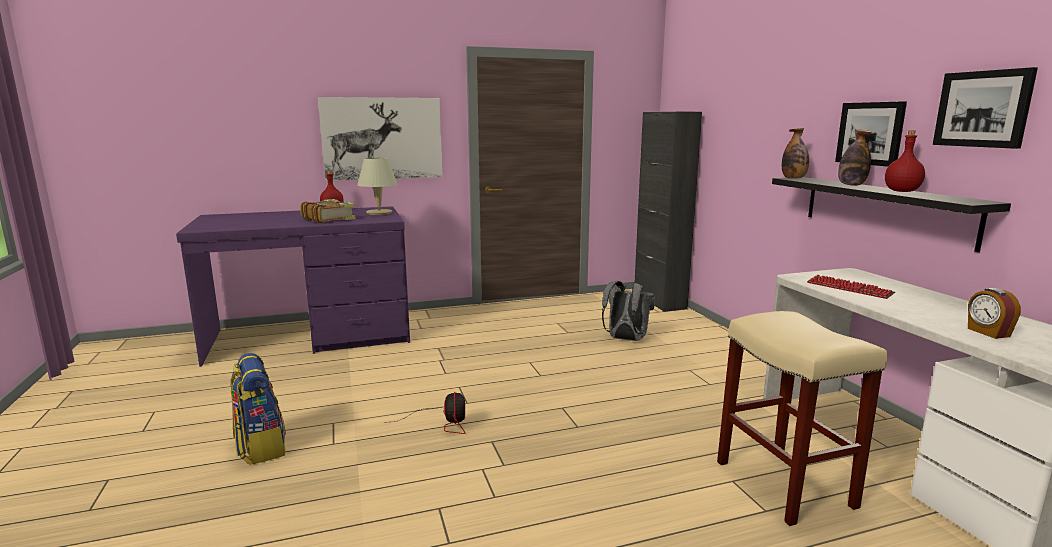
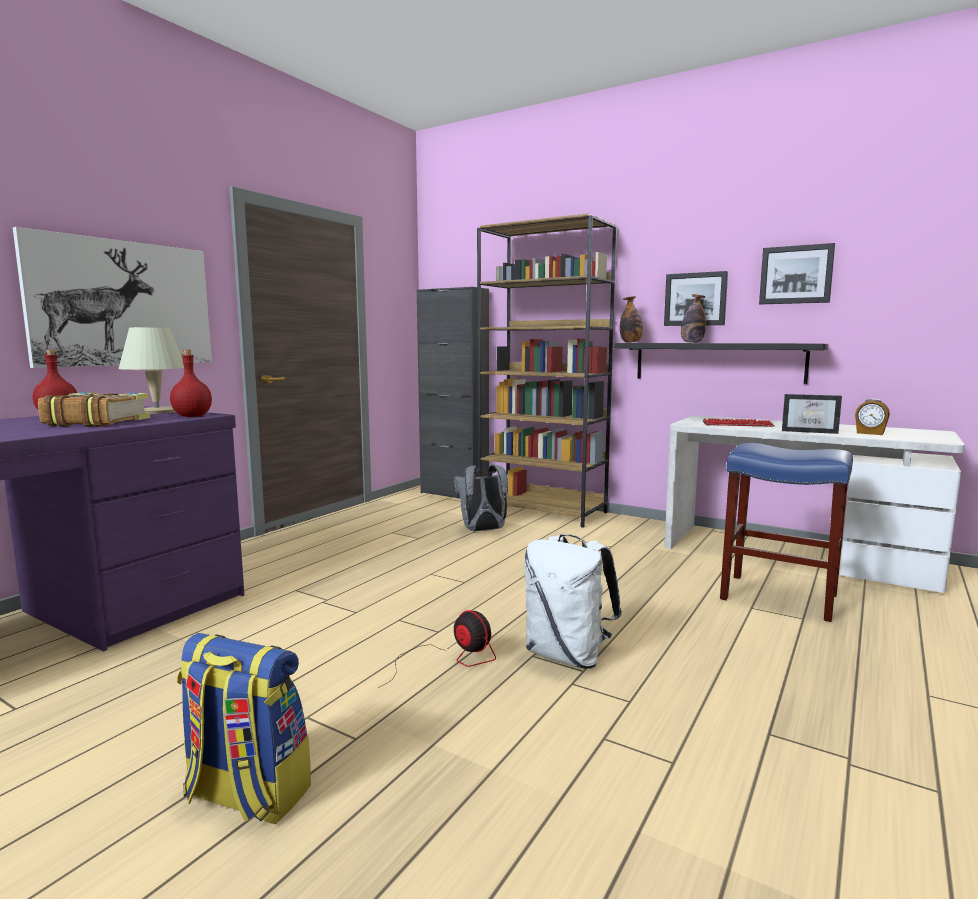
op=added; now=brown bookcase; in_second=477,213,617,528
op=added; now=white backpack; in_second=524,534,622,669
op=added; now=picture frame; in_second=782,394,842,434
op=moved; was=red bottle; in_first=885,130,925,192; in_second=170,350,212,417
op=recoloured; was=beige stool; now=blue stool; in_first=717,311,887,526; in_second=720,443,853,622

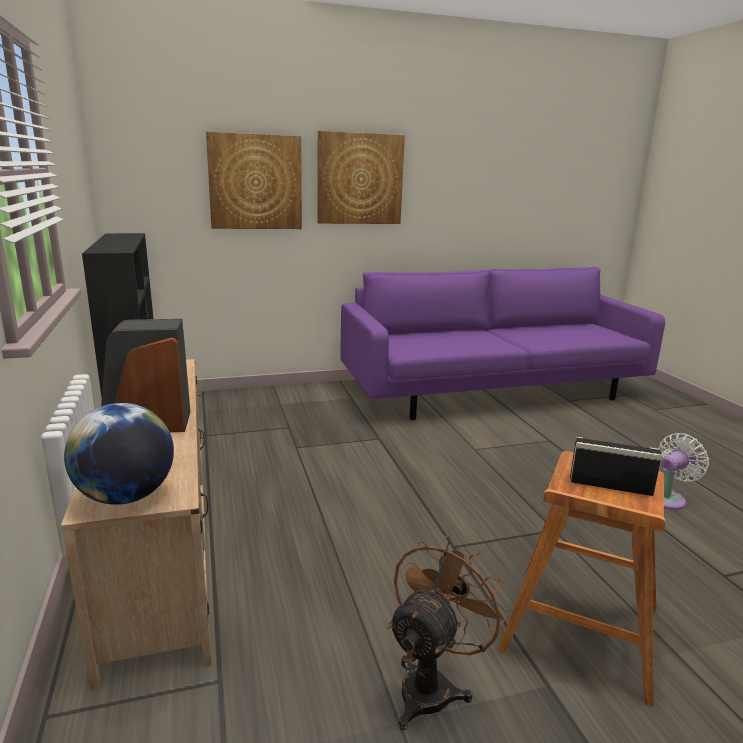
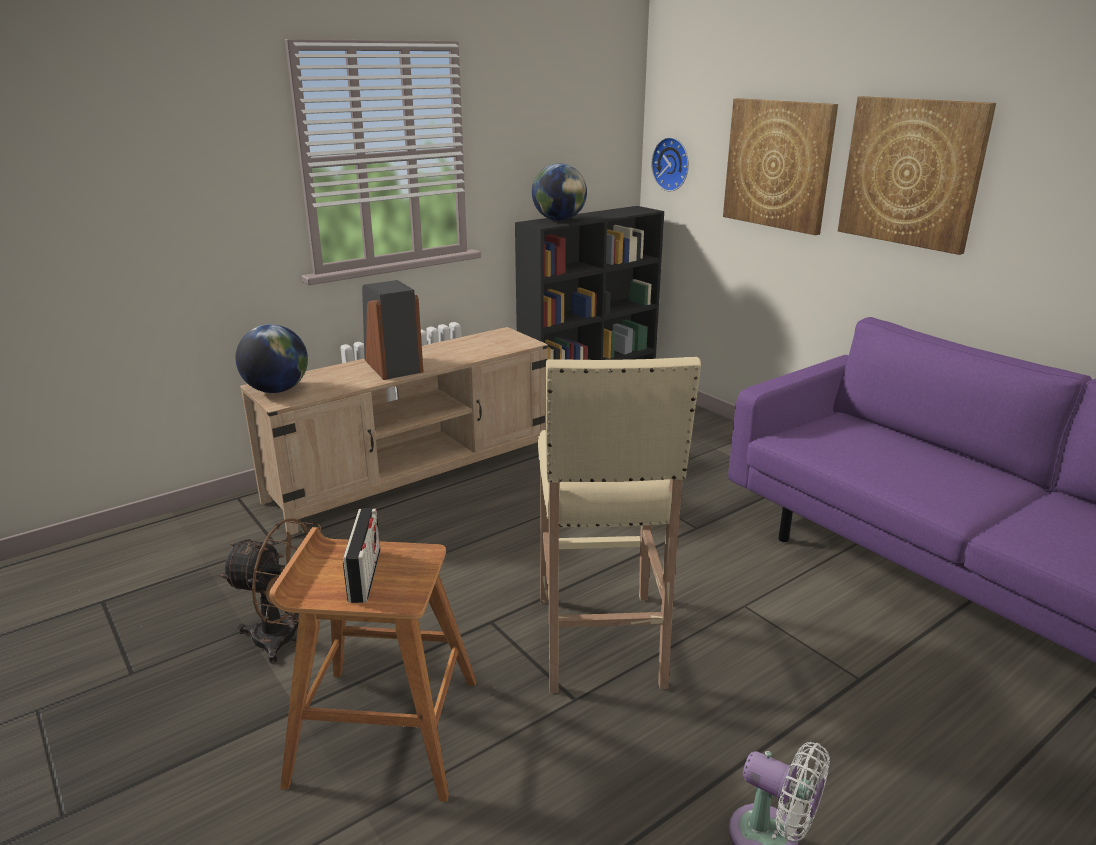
op=added; now=globe; in_second=532,163,587,221
op=added; now=beige stool; in_second=538,357,701,693
op=added; now=wall clock; in_second=651,137,689,191

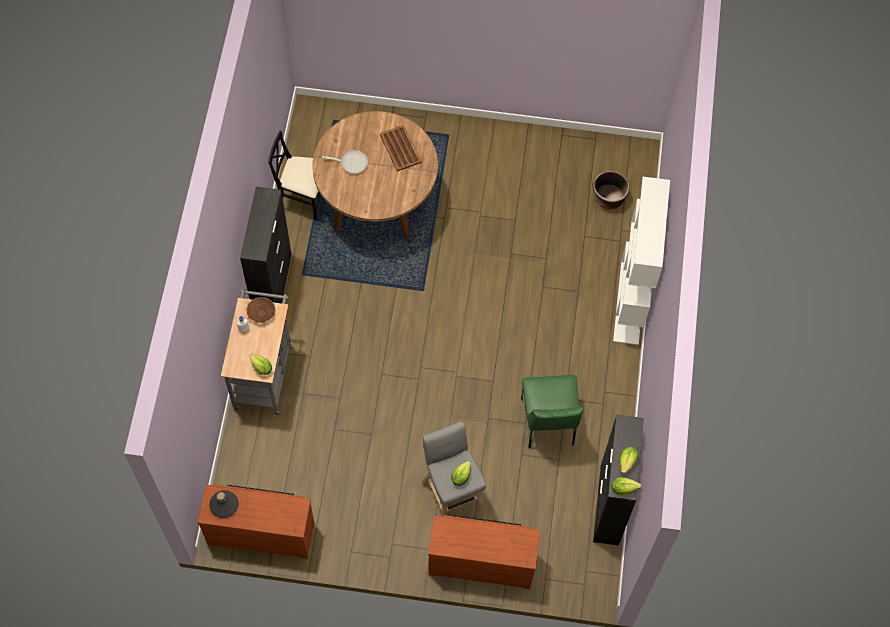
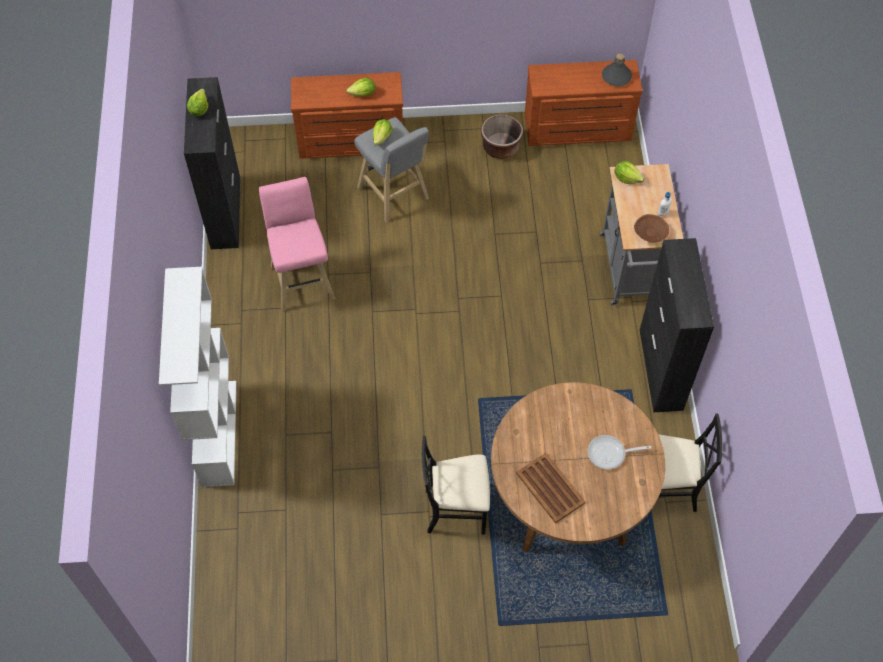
op=added; now=black chair; in_second=422,436,490,535
op=moved; was=brown planter; in_first=592,171,630,209; in_second=481,114,524,159
op=moved; was=lettuce; in_first=612,477,641,496; in_second=346,78,376,97
op=replaced; was=green chair; now=pink stool; in_first=521,375,584,448; in_second=259,177,335,311

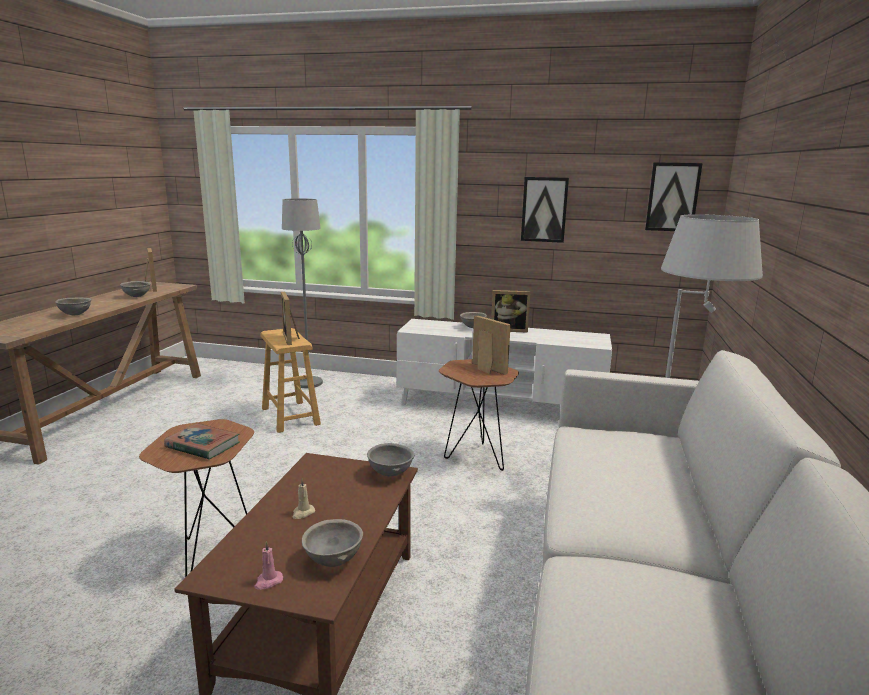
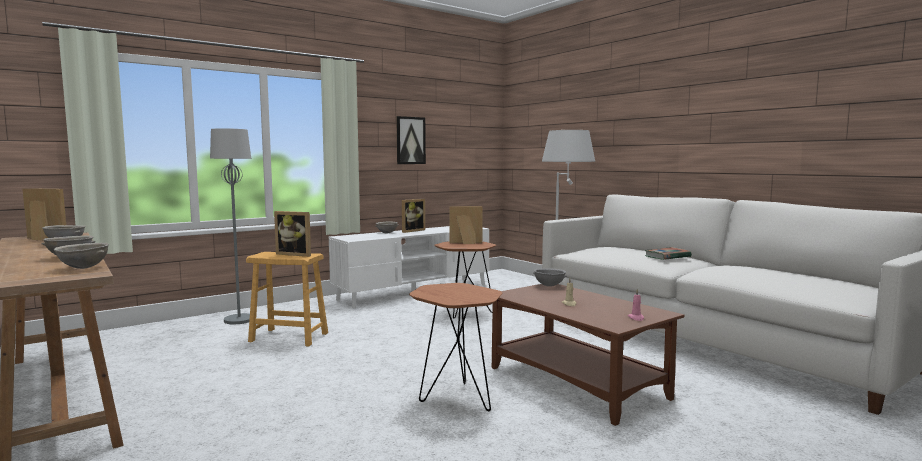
op=removed; was=picture; in_first=645,162,703,231
op=moved; was=book; in_first=164,423,239,460; in_second=645,247,692,260
op=moved; was=grey bowl; in_first=302,519,363,567; in_second=54,243,109,269

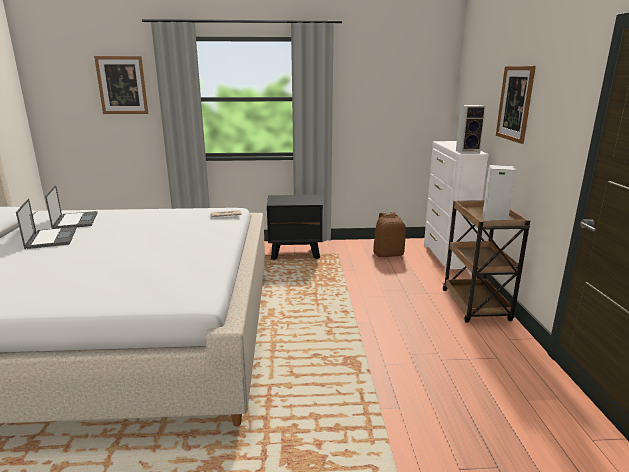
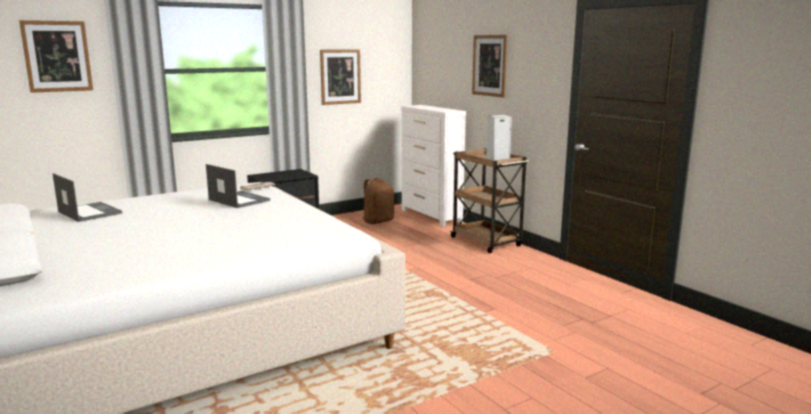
op=removed; was=speaker; in_first=456,105,486,154
op=added; now=picture; in_second=320,49,361,105
op=moved; was=laptop; in_first=16,199,77,249; in_second=206,164,270,208

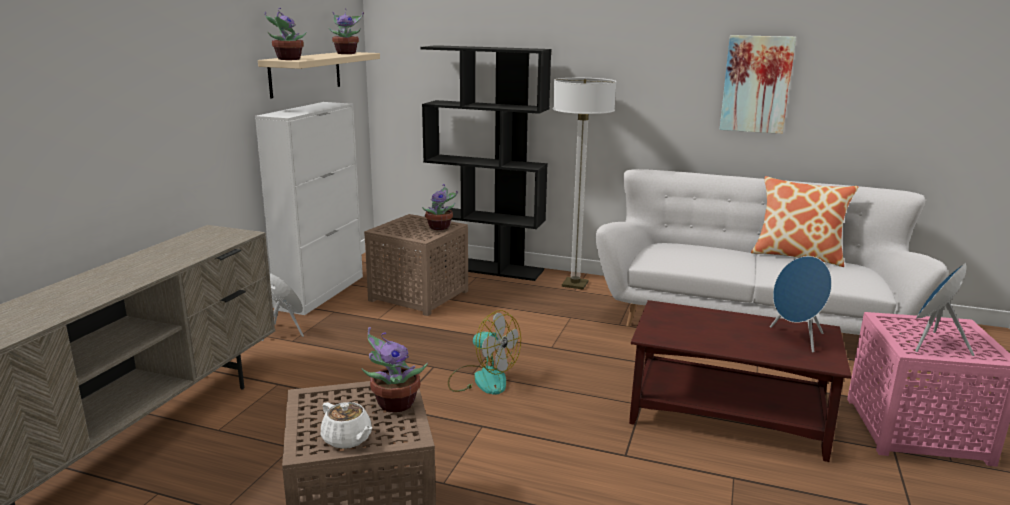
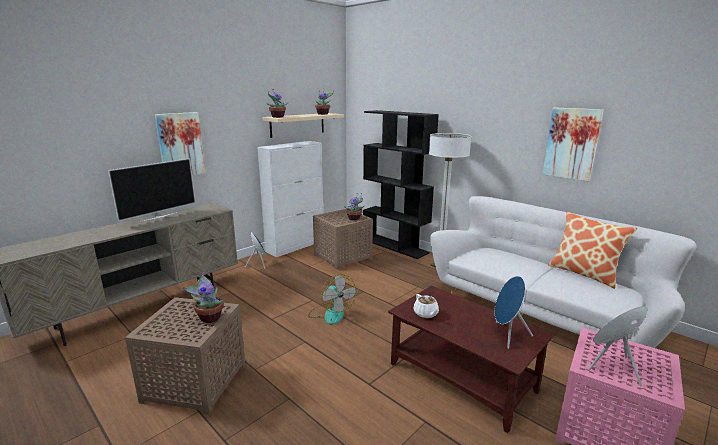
op=added; now=television; in_second=108,158,196,222
op=added; now=picture; in_second=155,112,205,175
op=moved; was=white teapot; in_first=321,402,372,449; in_second=413,294,439,318

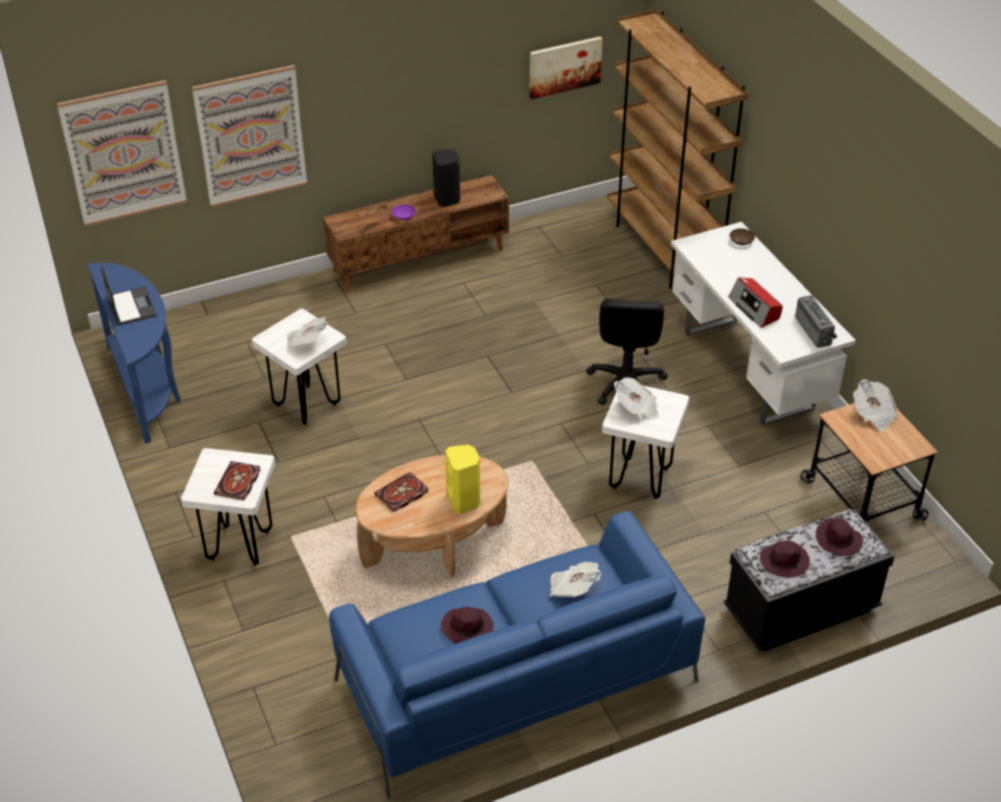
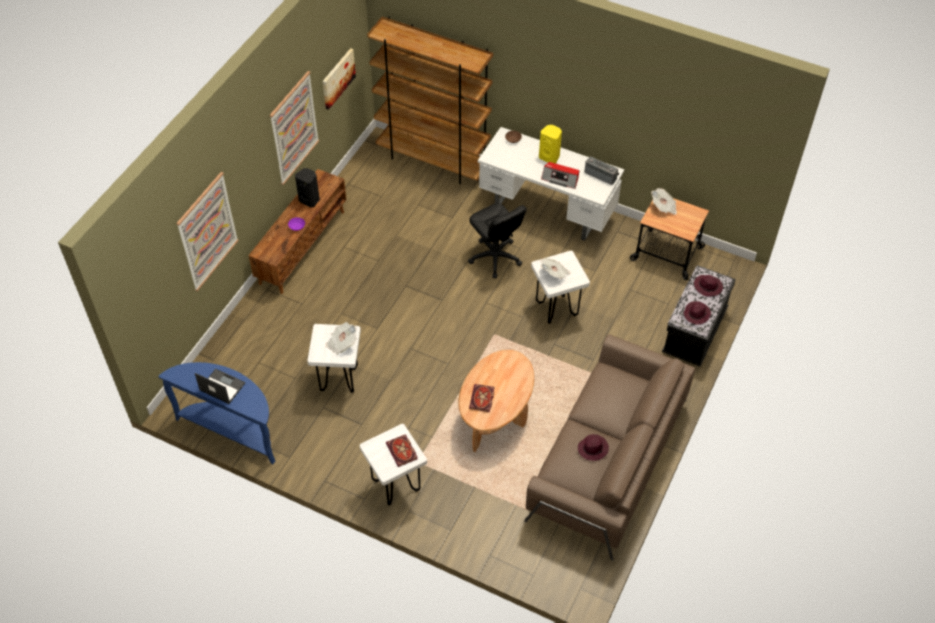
op=removed; was=newspaper; in_first=550,562,601,597
op=moved; was=picture; in_first=57,80,187,226; in_second=270,71,319,185
op=moved; was=yellow speaker; in_first=445,445,480,514; in_second=539,125,562,164
op=recoloured; was=blue sofa; now=brown sofa; in_first=329,511,705,799; in_second=524,334,695,561

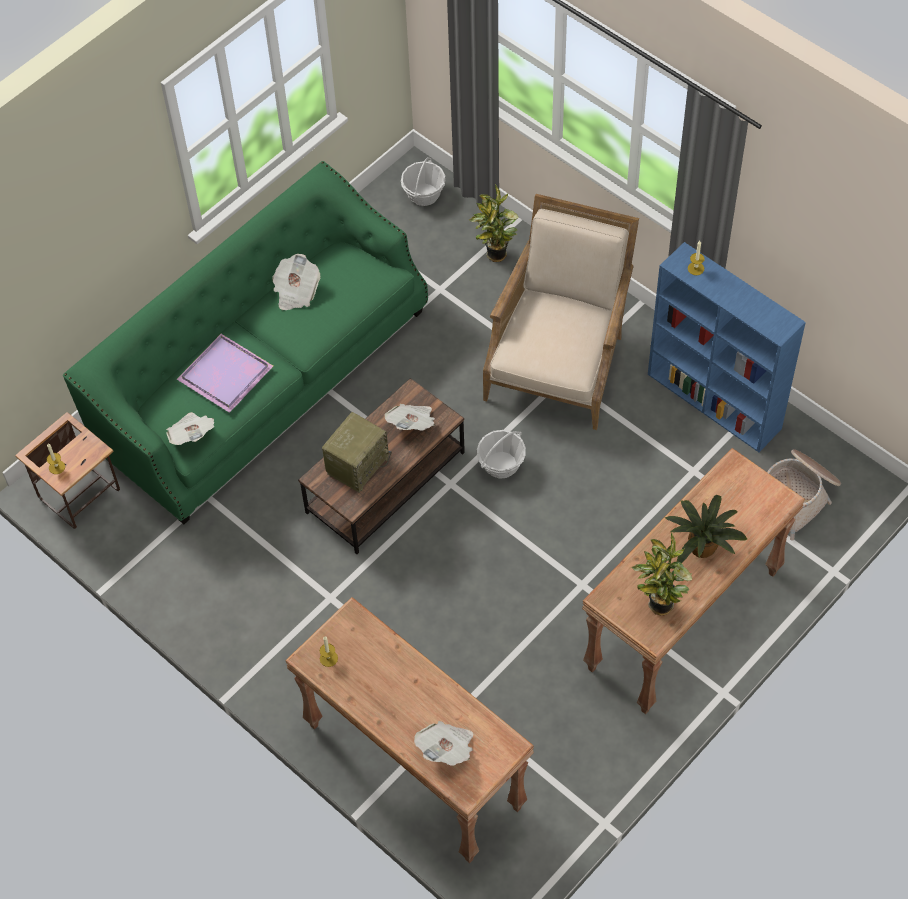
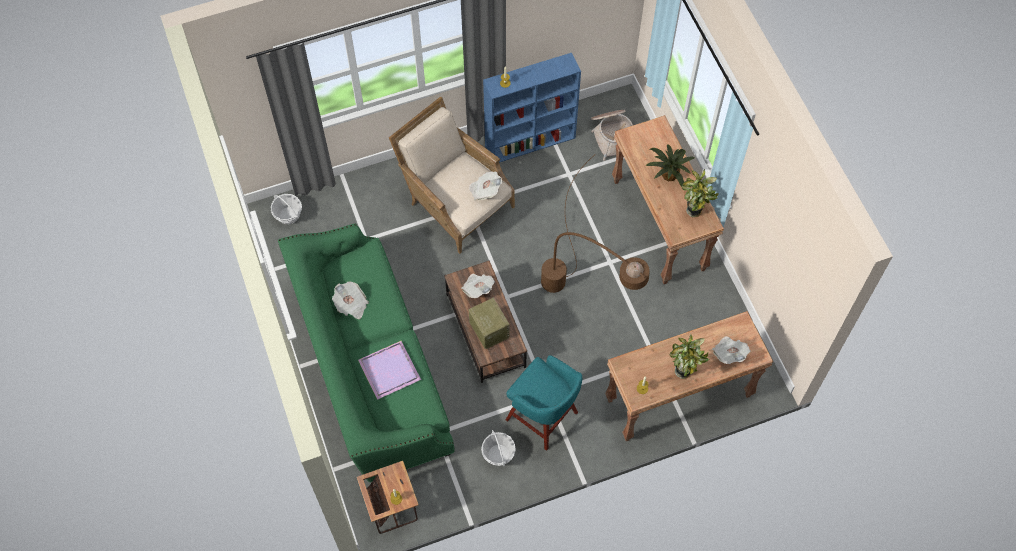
op=added; now=turquoise stool; in_second=506,355,582,451
op=added; now=brown floor lamp; in_second=541,156,650,293
op=moved; was=newspaper; in_first=166,412,214,445; in_second=469,171,502,200
op=moved; was=potted plant; in_first=469,184,519,262; in_second=669,334,710,379
op=moved; was=basket; in_first=477,430,526,479; in_second=481,430,516,466

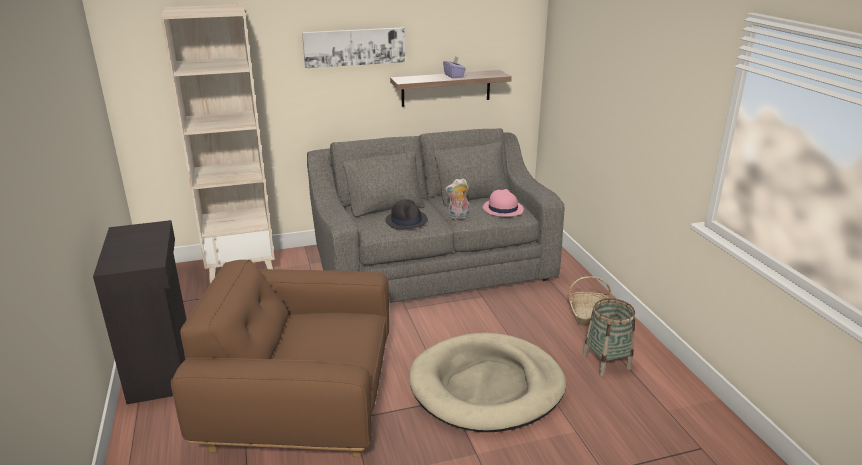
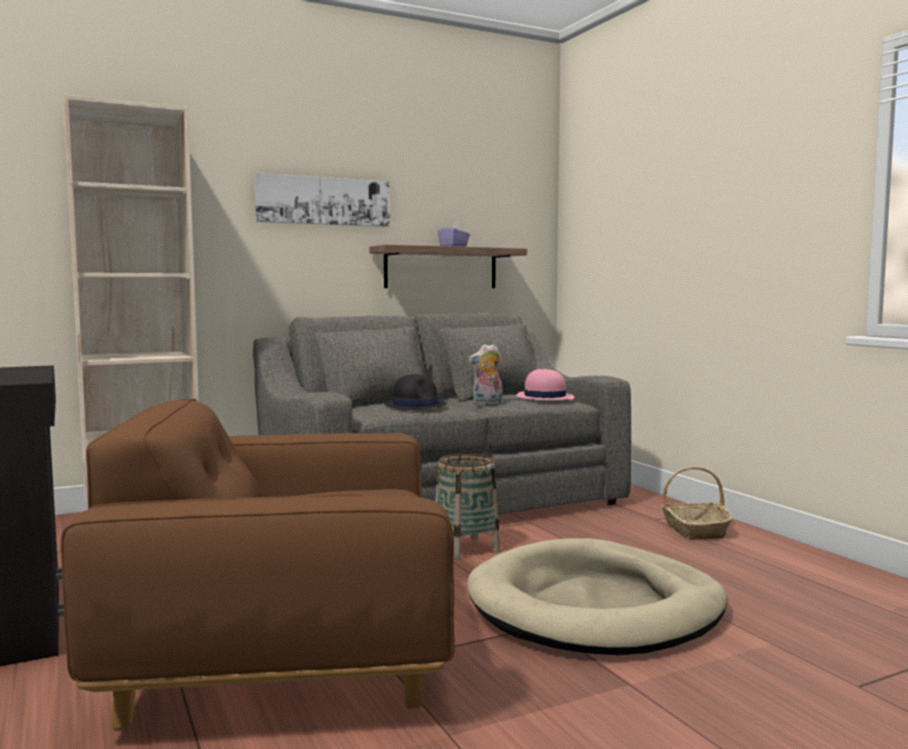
op=moved; was=basket; in_first=583,298,635,376; in_second=435,454,500,560

